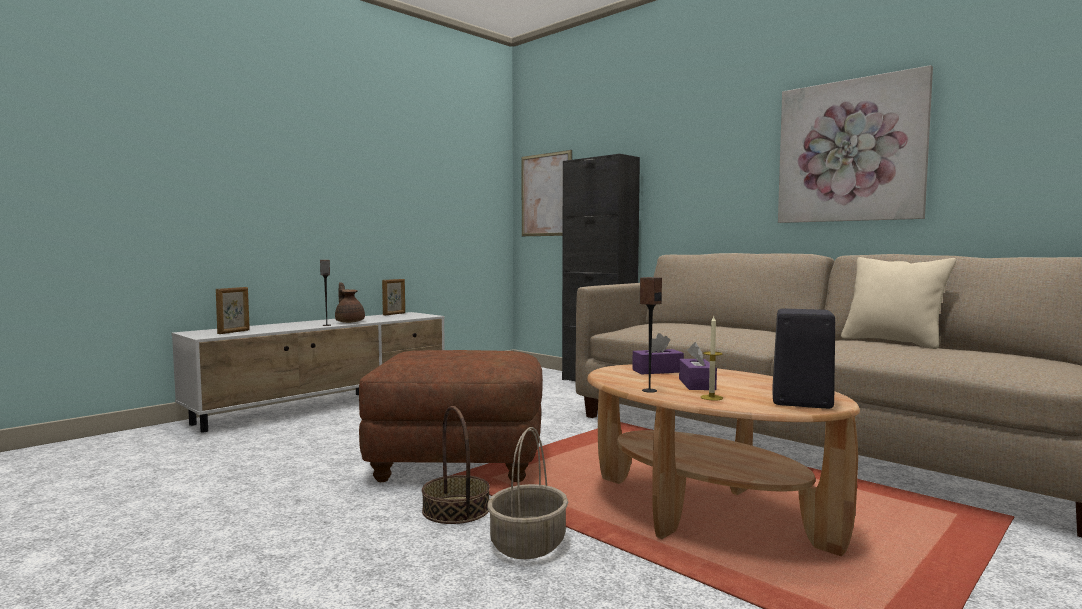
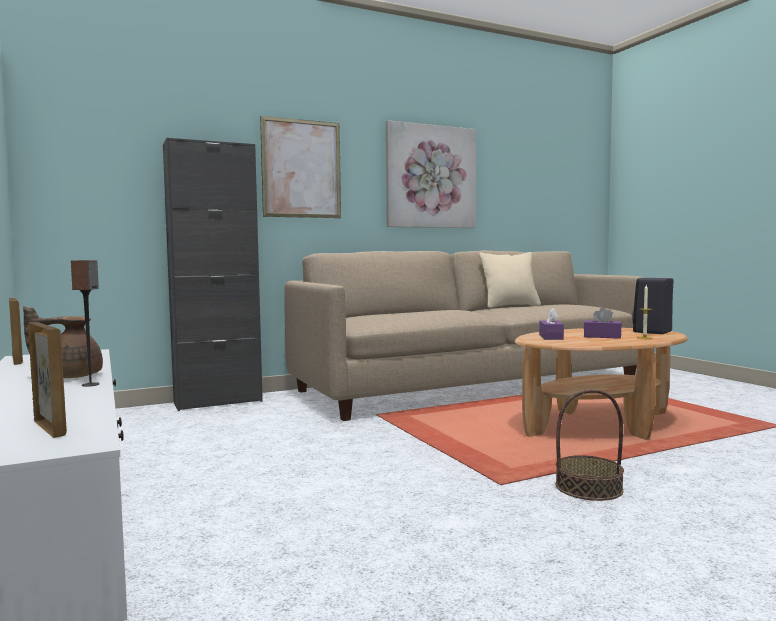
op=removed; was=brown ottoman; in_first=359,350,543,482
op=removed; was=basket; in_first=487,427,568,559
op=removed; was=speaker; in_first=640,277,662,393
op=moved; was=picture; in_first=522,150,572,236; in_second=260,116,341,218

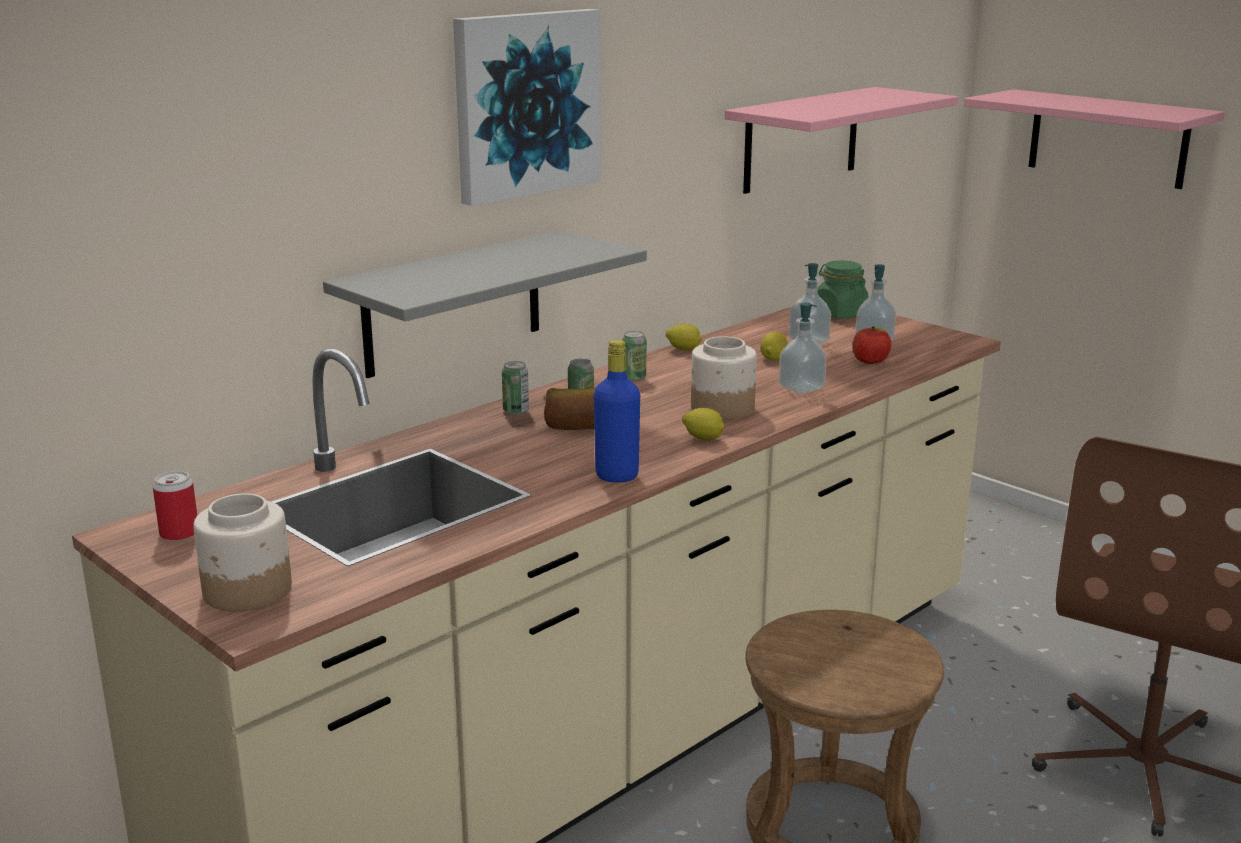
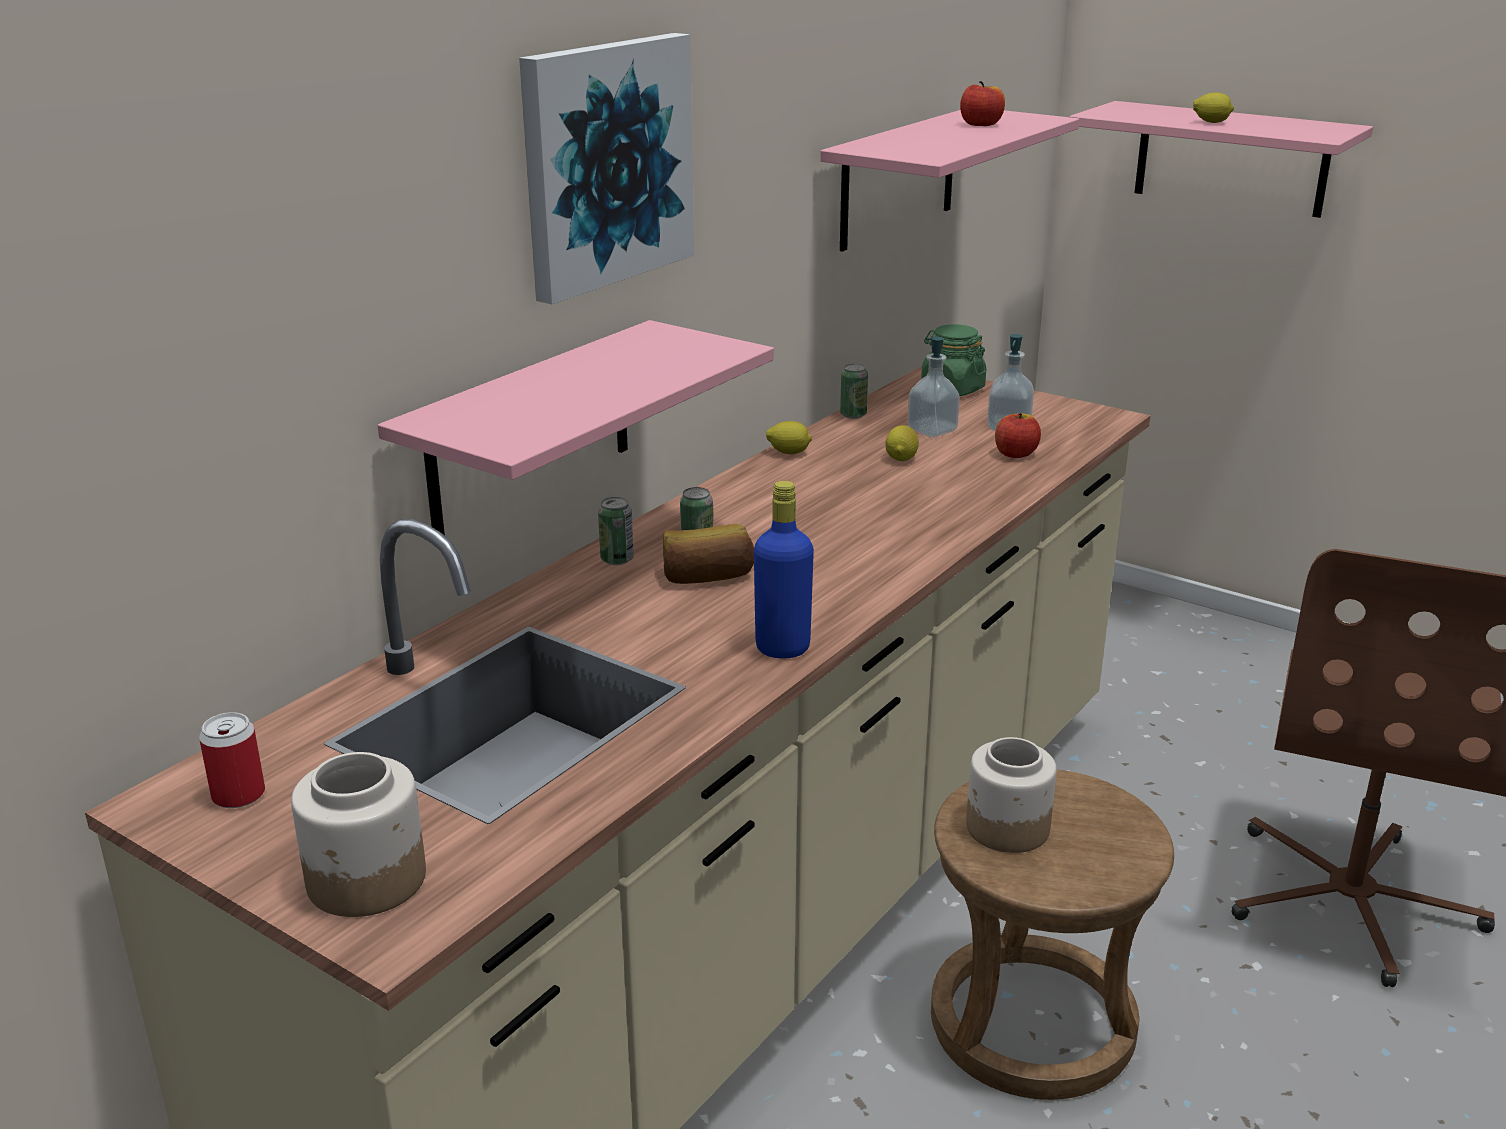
op=removed; was=soap dispenser; in_first=779,303,827,394
op=added; now=apple; in_second=960,81,1005,126
op=moved; was=can; in_first=622,331,647,381; in_second=840,364,868,419
op=moved; was=lemon; in_first=682,408,725,440; in_second=1193,92,1234,123
op=moved; was=jar; in_first=691,336,757,420; in_second=966,737,1057,853
op=recoloured; was=grey shelf; now=pink shelf; in_first=323,230,647,378; in_second=378,320,774,536

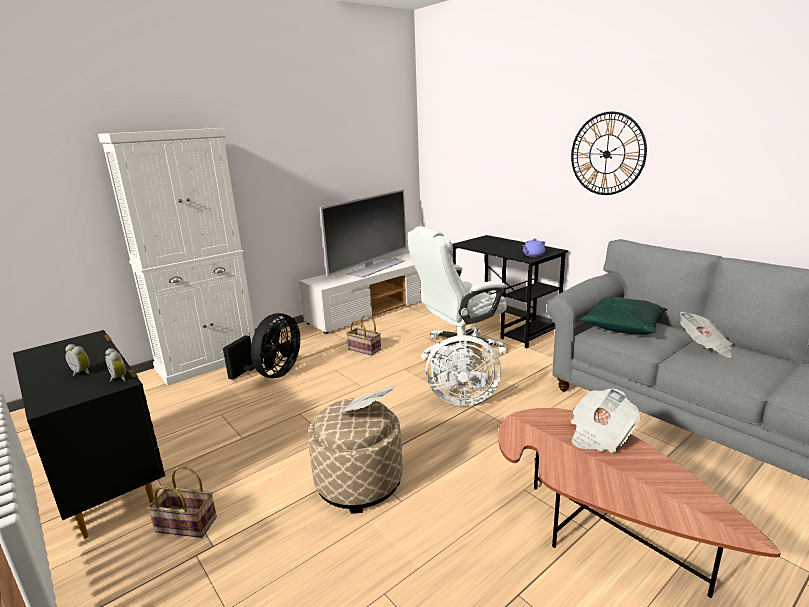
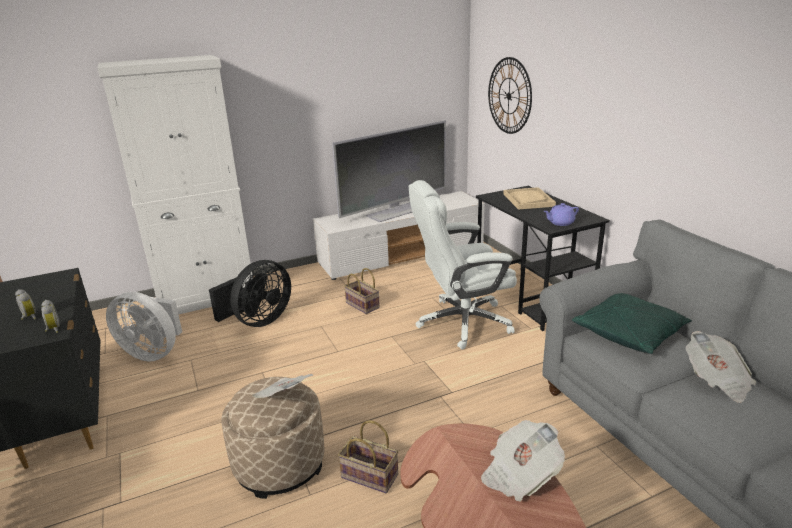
op=added; now=beige tray; in_second=503,187,556,210
op=moved; was=basket; in_first=147,466,217,538; in_second=338,420,398,493
op=moved; was=white fan; in_first=426,335,501,406; in_second=106,292,182,362
op=moved; was=wall clock; in_first=571,112,647,195; in_second=488,57,532,134

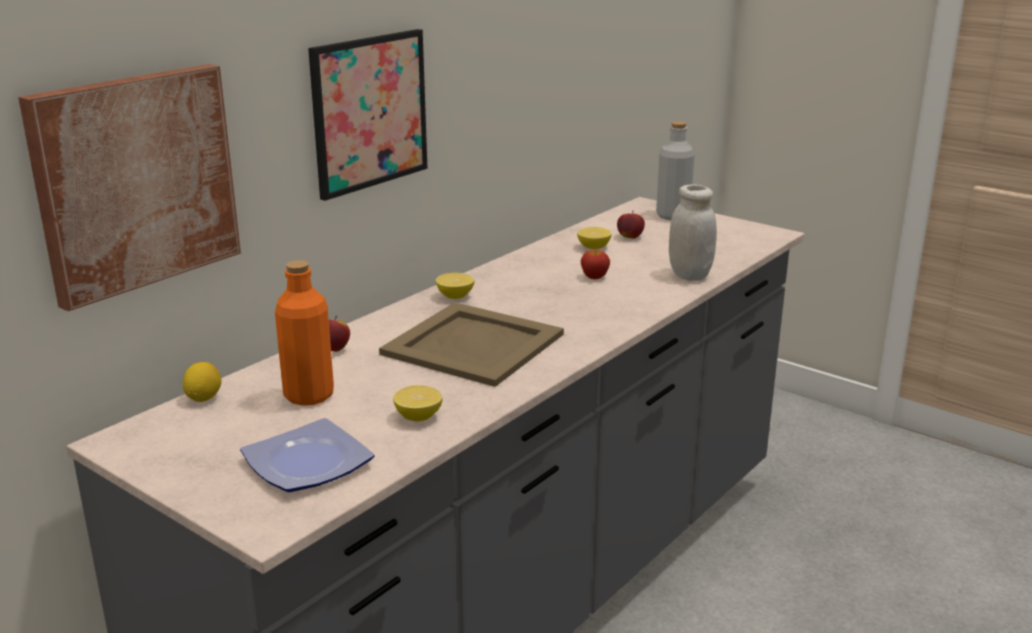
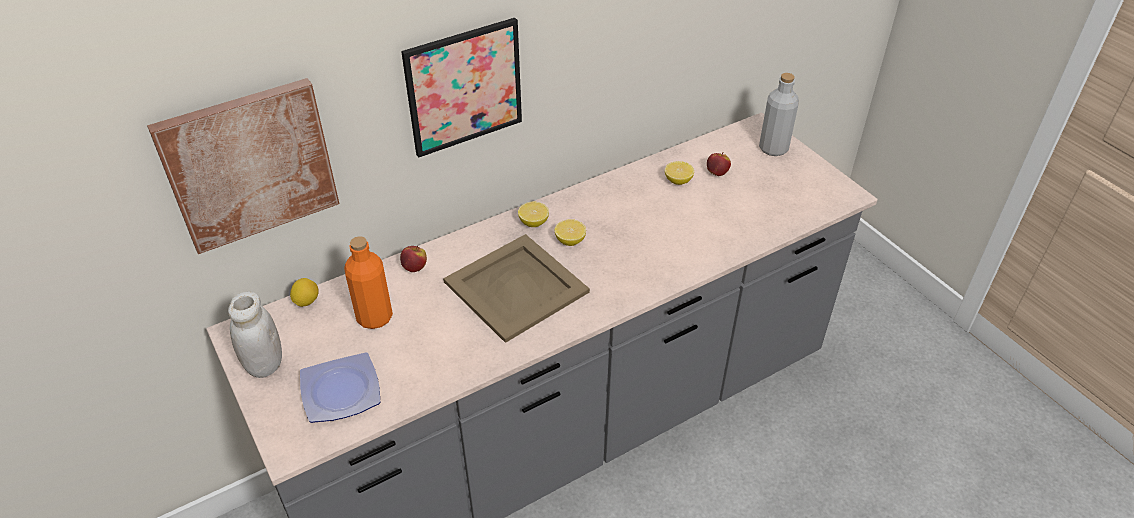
op=removed; was=apple; in_first=581,250,610,279
op=moved; was=lemon; in_first=393,385,442,422; in_second=555,219,586,246
op=moved; was=white jar; in_first=669,184,717,281; in_second=228,292,282,378

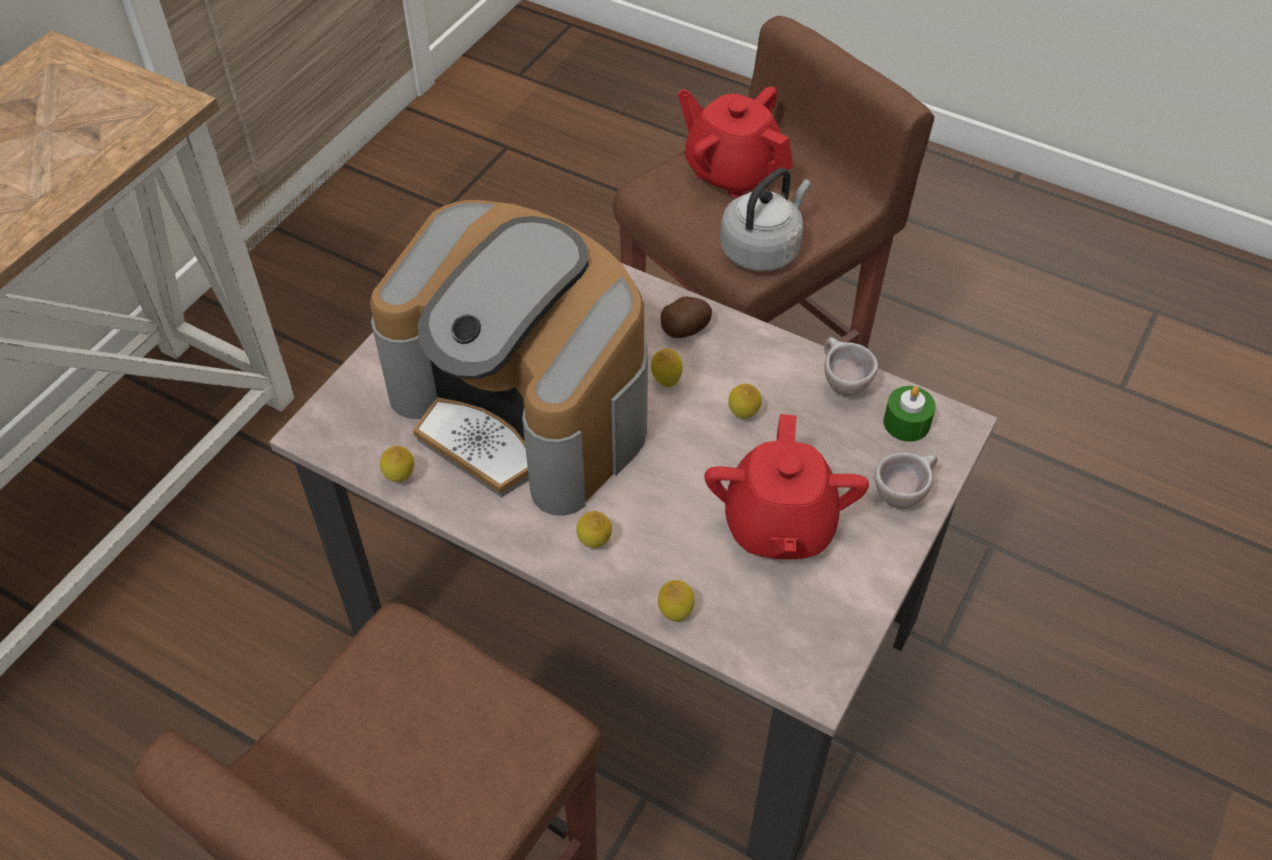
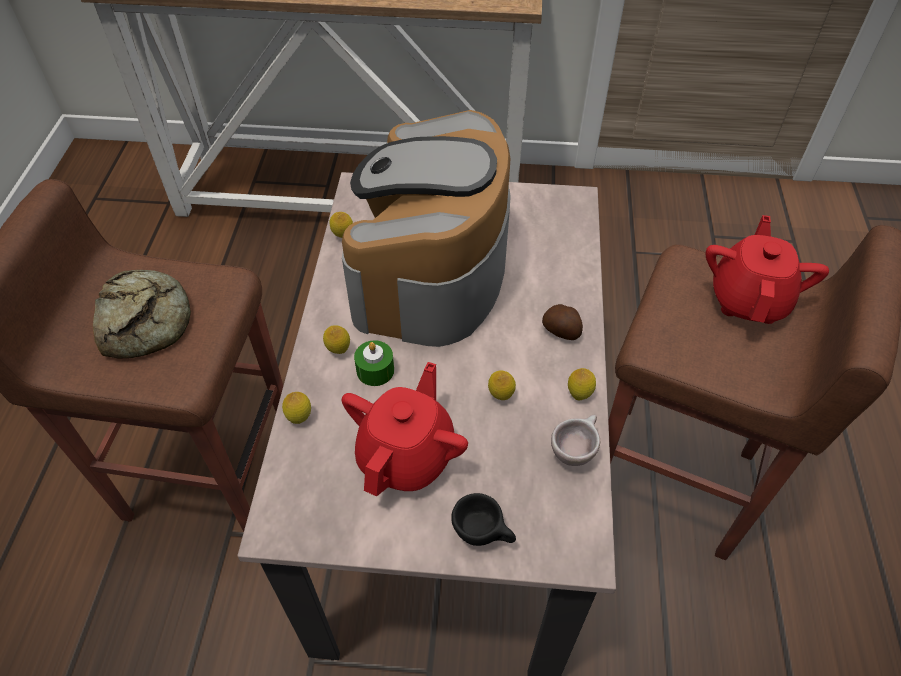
op=removed; was=grey kettle; in_first=720,168,811,272
op=added; now=bread; in_second=93,270,191,359
op=moved; was=lemon; in_first=651,349,683,387; in_second=568,368,596,400
op=moved; was=green candle; in_first=884,386,936,442; in_second=354,340,394,386
op=recoloured; was=beige cup; now=black cup; in_first=875,453,937,509; in_second=451,493,516,546
op=turned; was=red teapot; in_first=704,414,869,559; in_second=342,362,468,497; clockwise=135

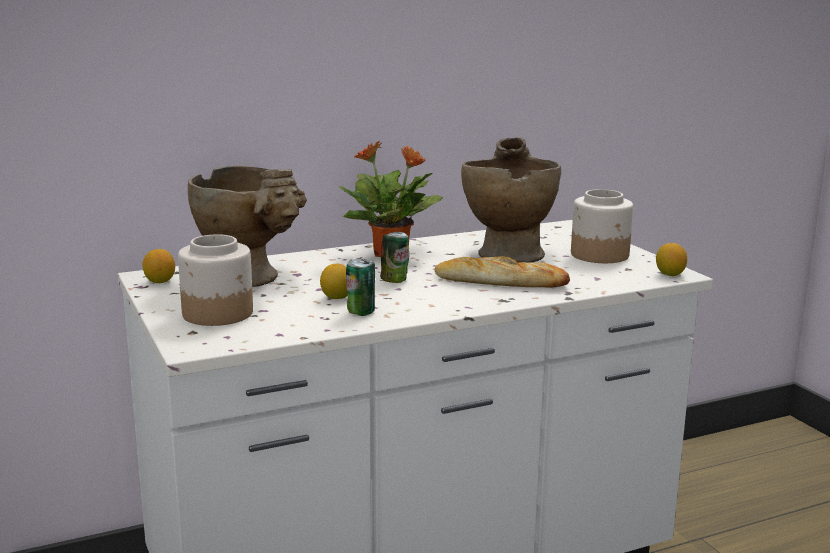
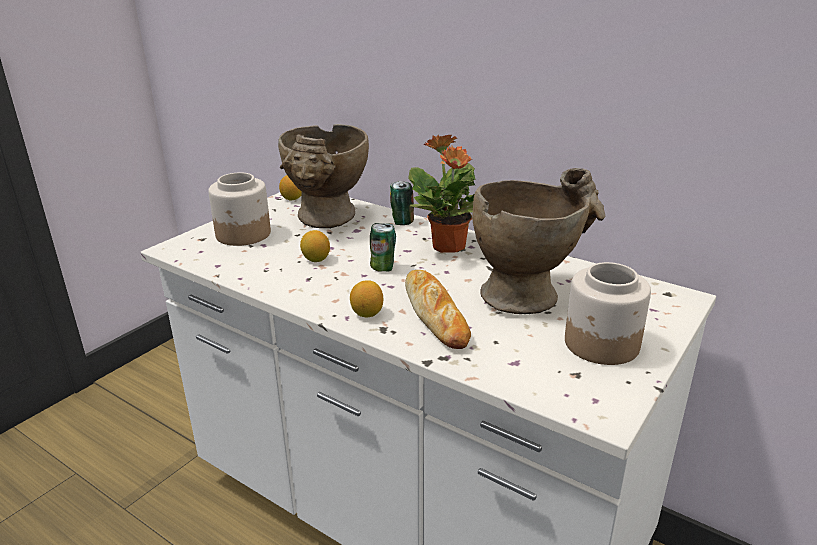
op=moved; was=can; in_first=346,259,375,316; in_second=390,181,414,225
op=moved; was=lemon; in_first=656,243,687,276; in_second=350,280,383,317

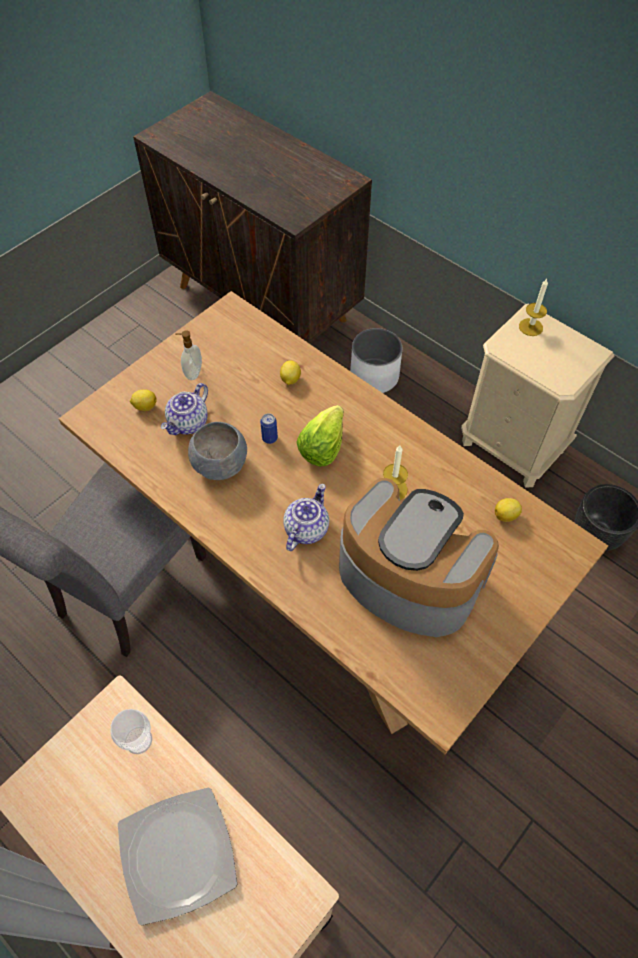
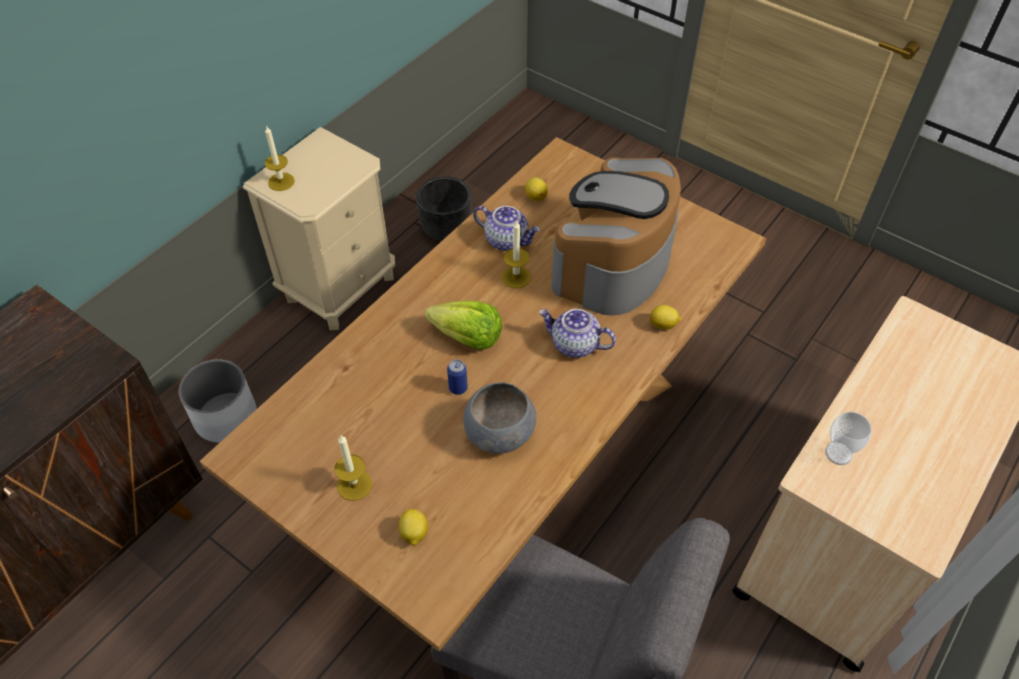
op=removed; was=plate; in_first=118,787,237,926
op=moved; was=teapot; in_first=161,383,208,435; in_second=473,206,540,251
op=moved; was=lemon; in_first=280,360,301,385; in_second=650,305,681,330
op=replaced; was=soap dispenser; now=candle; in_first=175,330,202,380; in_second=335,435,372,501

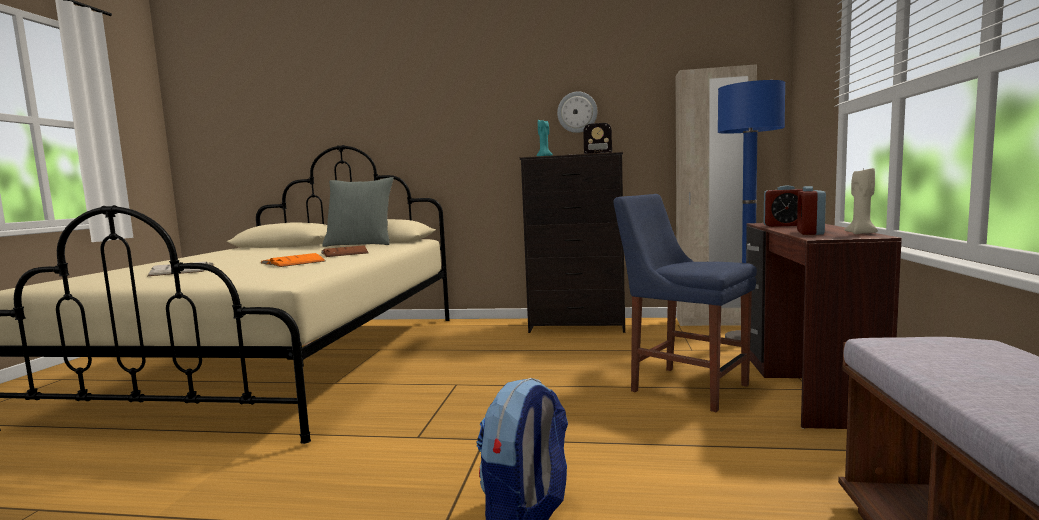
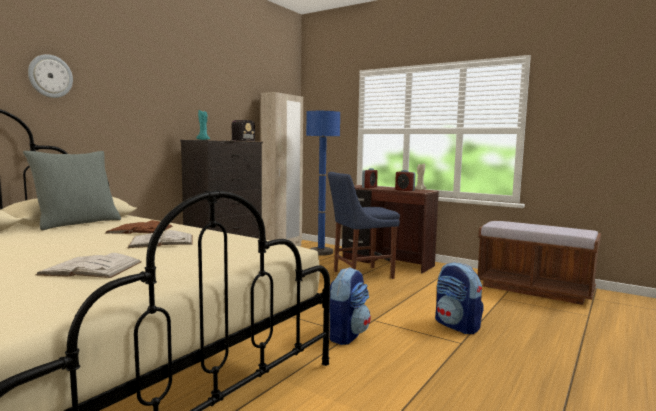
op=added; now=backpack; in_second=329,267,371,345
op=moved; was=wall clock; in_first=557,92,598,133; in_second=28,54,73,98
op=recoloured; was=orange book; now=white book; in_first=261,253,325,267; in_second=128,230,193,248

